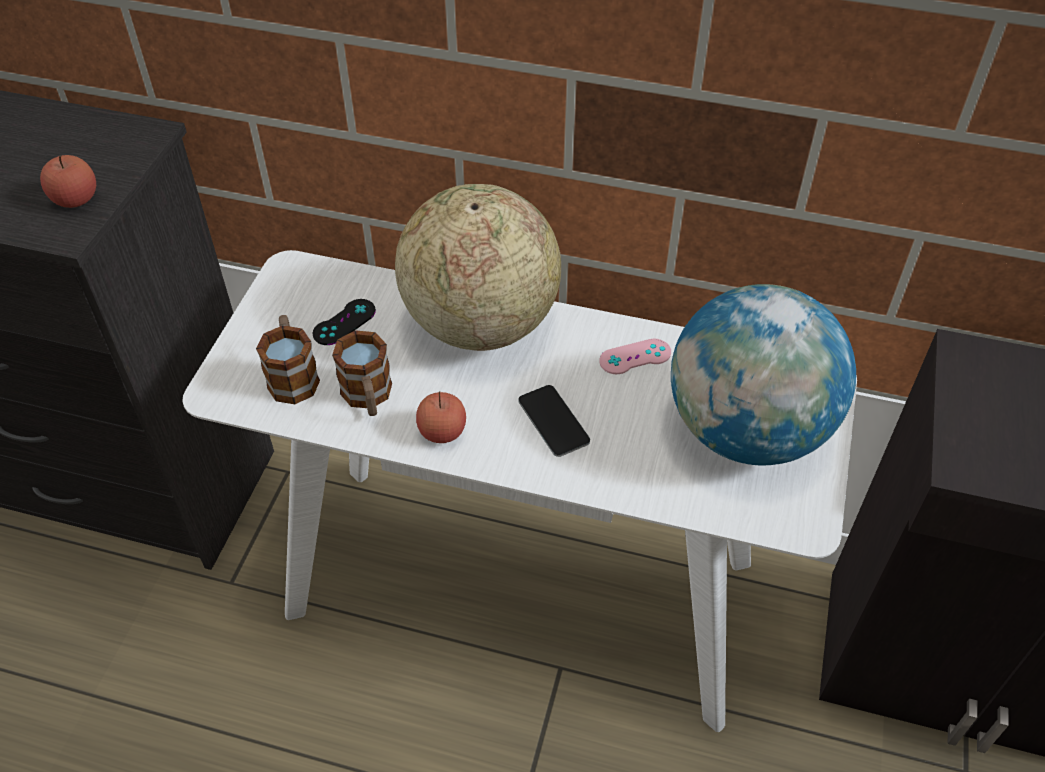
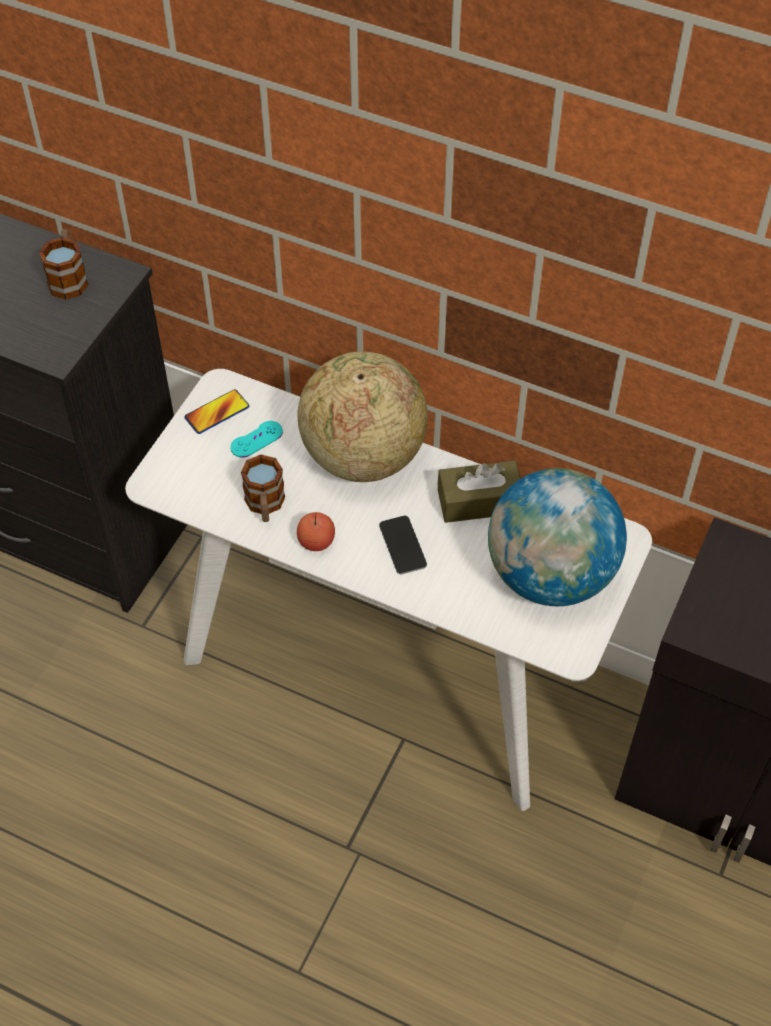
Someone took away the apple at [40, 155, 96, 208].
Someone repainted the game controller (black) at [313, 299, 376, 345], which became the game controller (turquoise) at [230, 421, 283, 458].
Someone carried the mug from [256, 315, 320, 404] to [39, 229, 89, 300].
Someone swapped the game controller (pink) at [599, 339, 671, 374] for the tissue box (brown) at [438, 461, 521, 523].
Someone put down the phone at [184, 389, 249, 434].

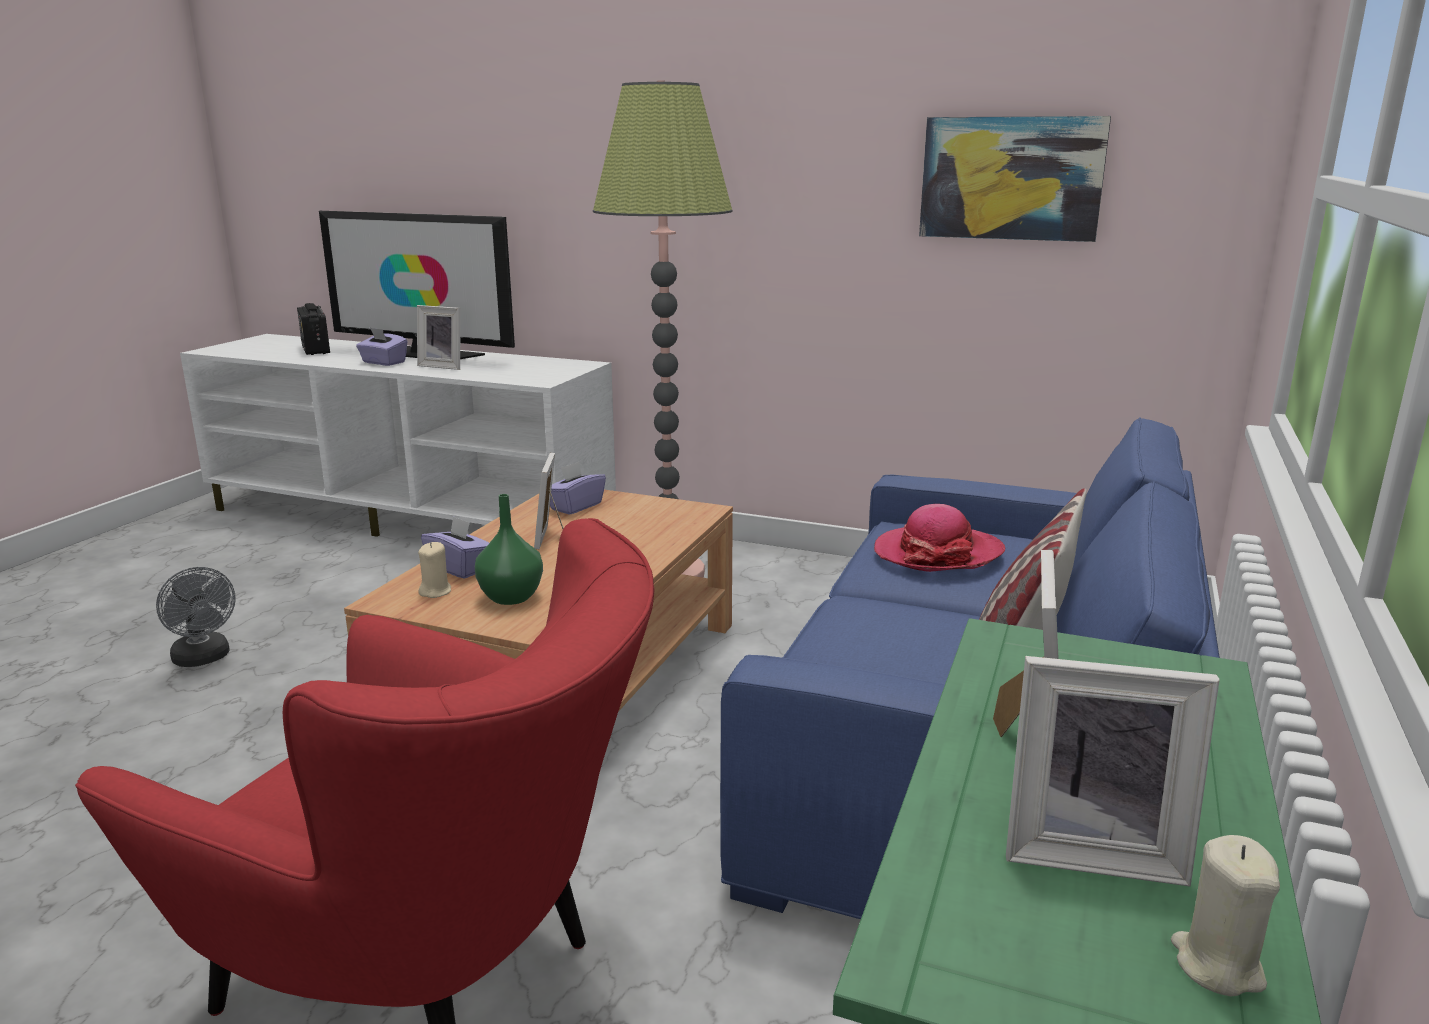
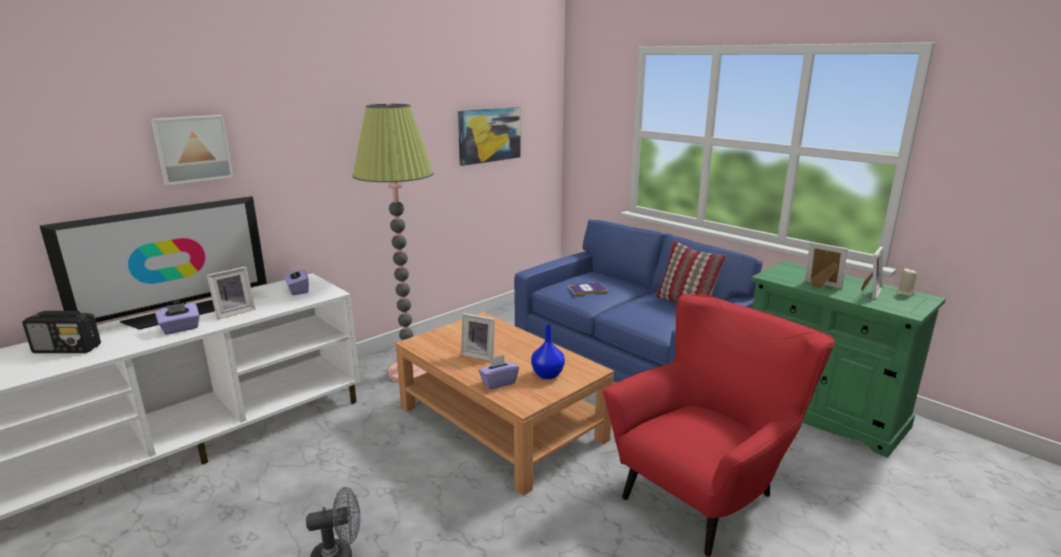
Someone carried the tissue box (purple) from [550, 461, 606, 515] to [284, 267, 309, 295].
Someone repainted the vase (green) at [475, 494, 543, 605], which became the vase (blue) at [531, 324, 565, 379].
Someone swapped the hat at [874, 504, 1005, 572] for the book at [568, 282, 608, 295].
Someone took away the candle (beige) at [418, 542, 451, 598].
Someone put up the picture at [151, 115, 234, 185].

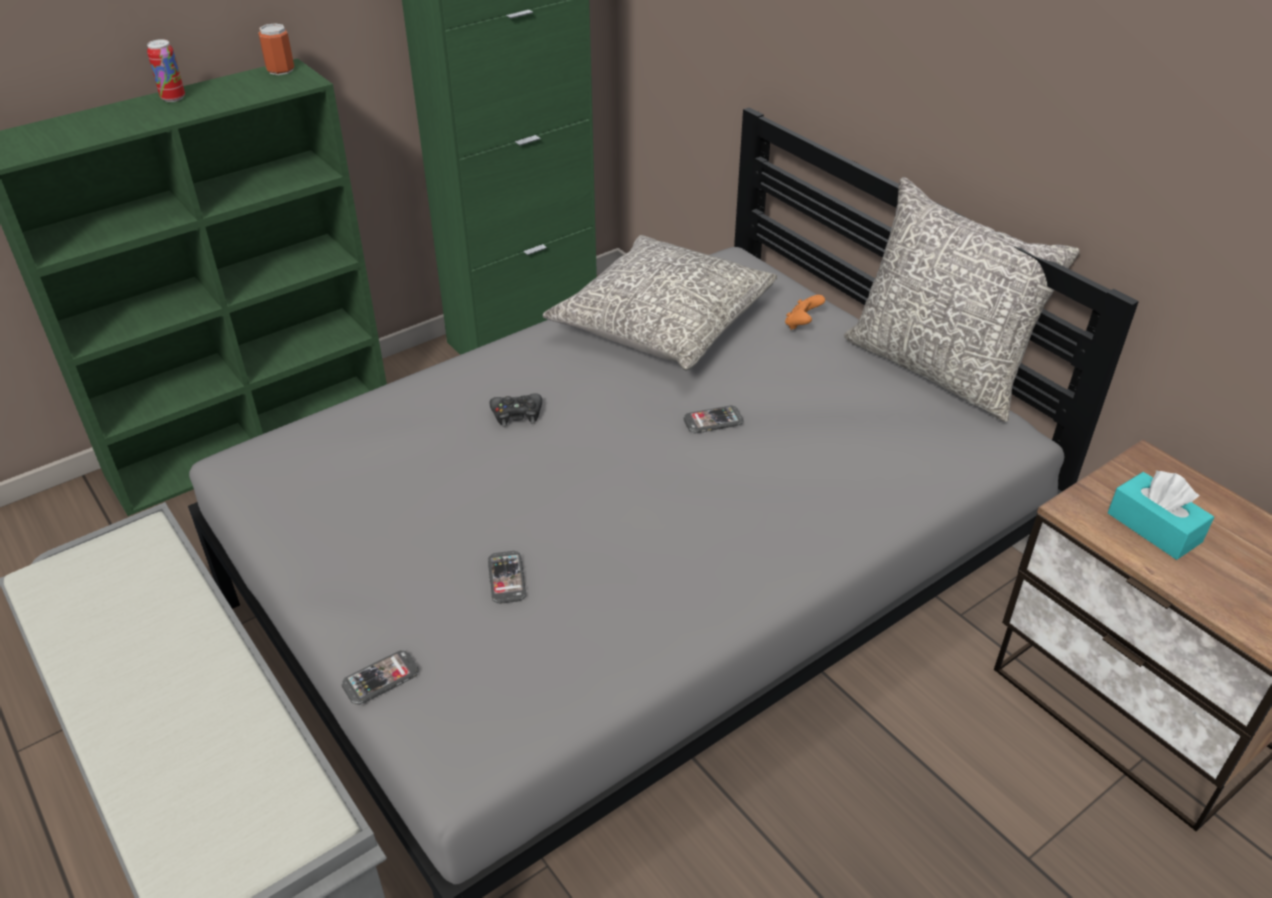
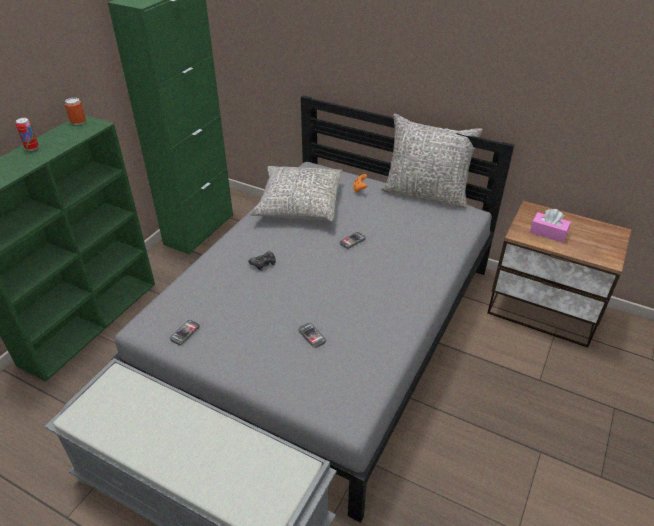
Someone repainted the tissue box (turquoise) at [1108, 470, 1214, 560], which became the tissue box (pink) at [530, 209, 571, 243].
Someone carried the phone from [342, 650, 419, 705] to [170, 320, 200, 345].

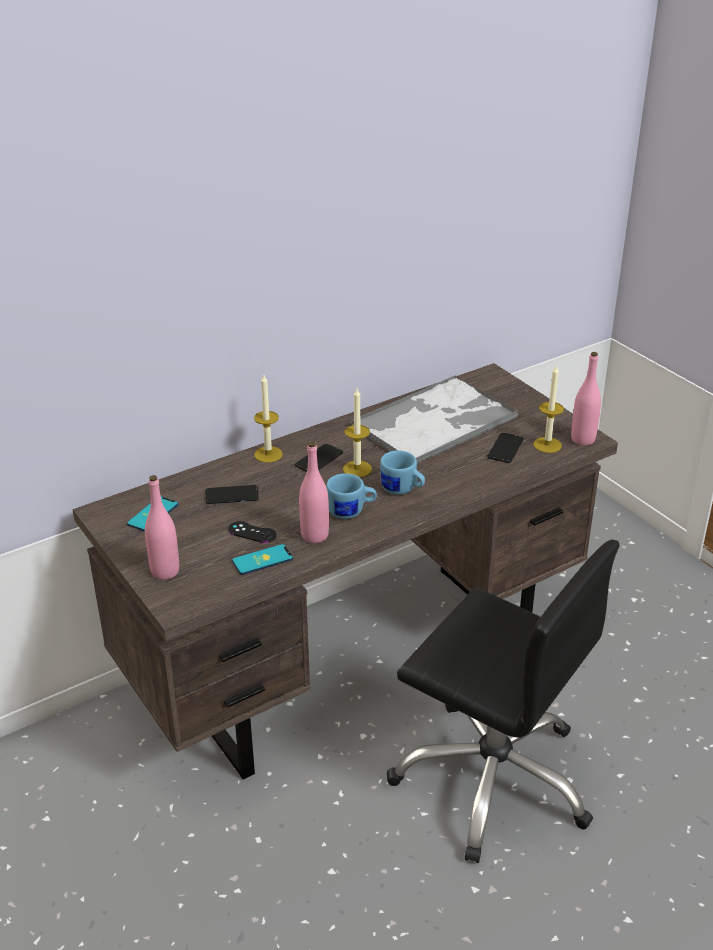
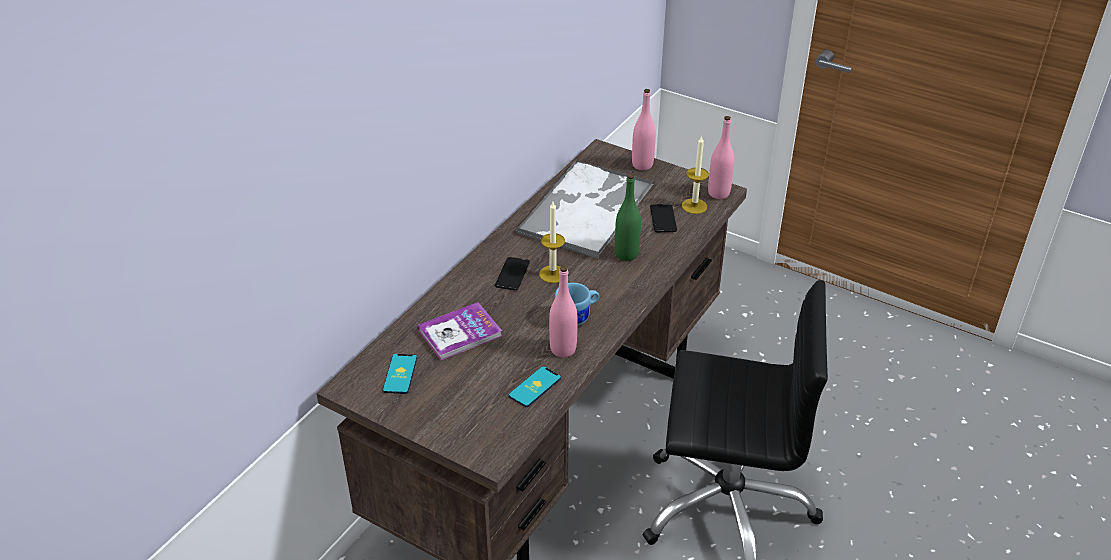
Someone took away the candle at [254, 375, 283, 463].
Someone took away the mug (blue) at [380, 450, 425, 495].
Someone carried the bottle (pink) from [145, 475, 179, 580] to [632, 89, 656, 170].
Someone swapped the phone at [206, 485, 259, 504] for the book at [417, 302, 502, 360].
Someone took away the game controller (black) at [228, 521, 276, 543].
Someone put down the bottle (green) at [615, 174, 641, 261].

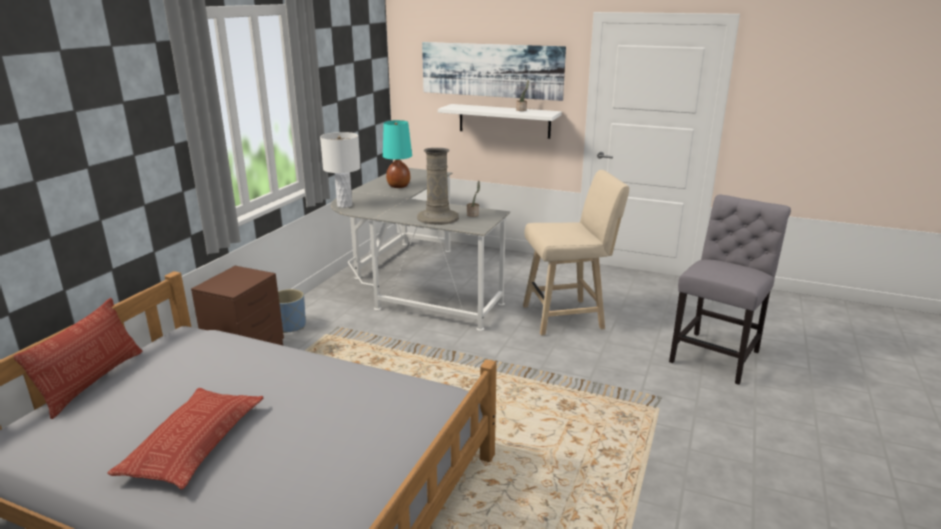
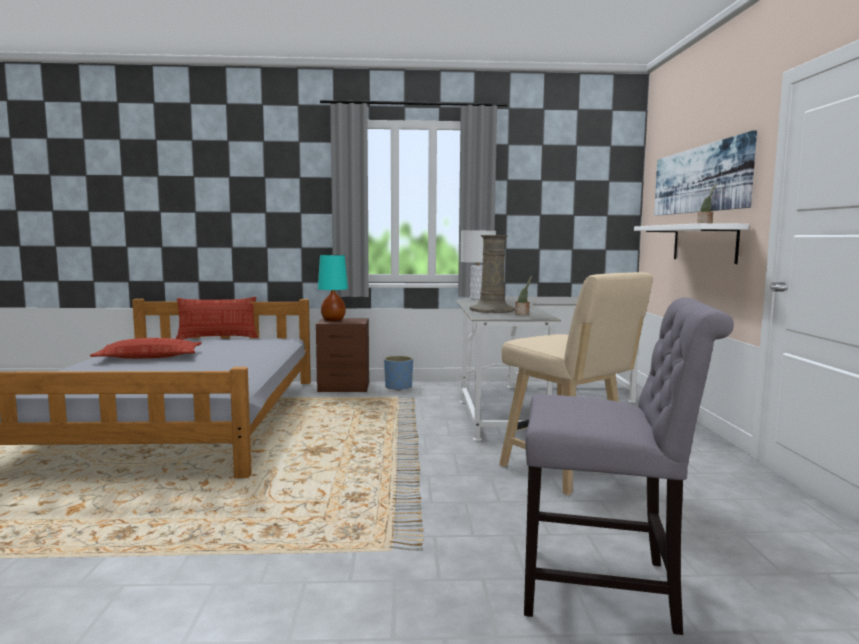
Someone carried the table lamp (turquoise) from [383, 120, 412, 188] to [318, 255, 348, 321].

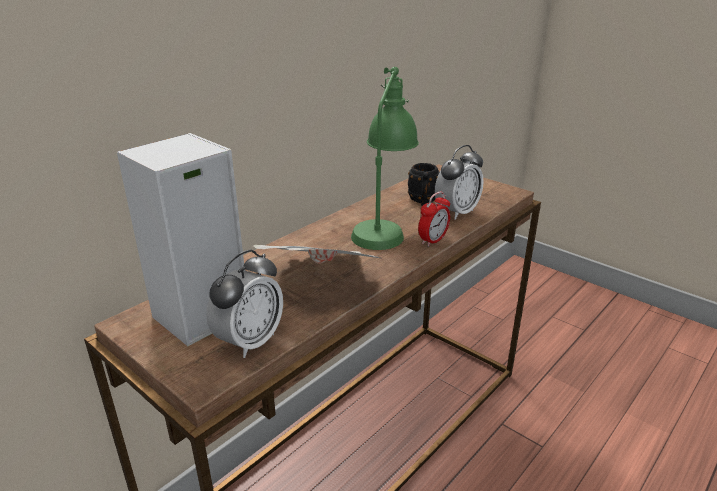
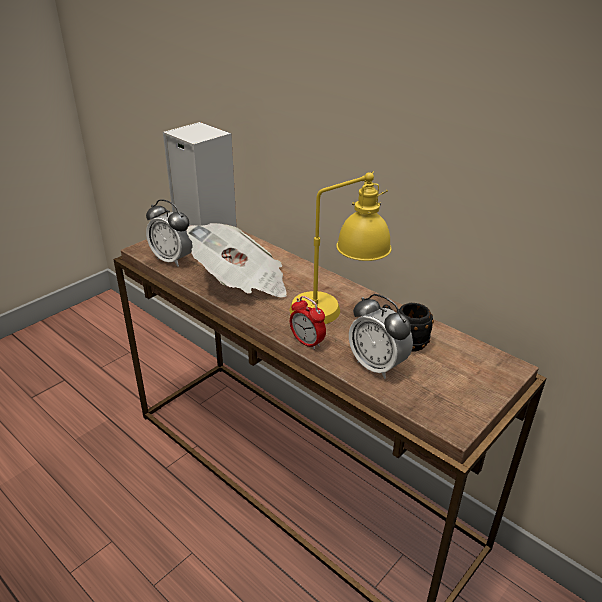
Someone repainted the table lamp (green) at [351, 67, 419, 250], which became the table lamp (yellow) at [290, 171, 392, 324].

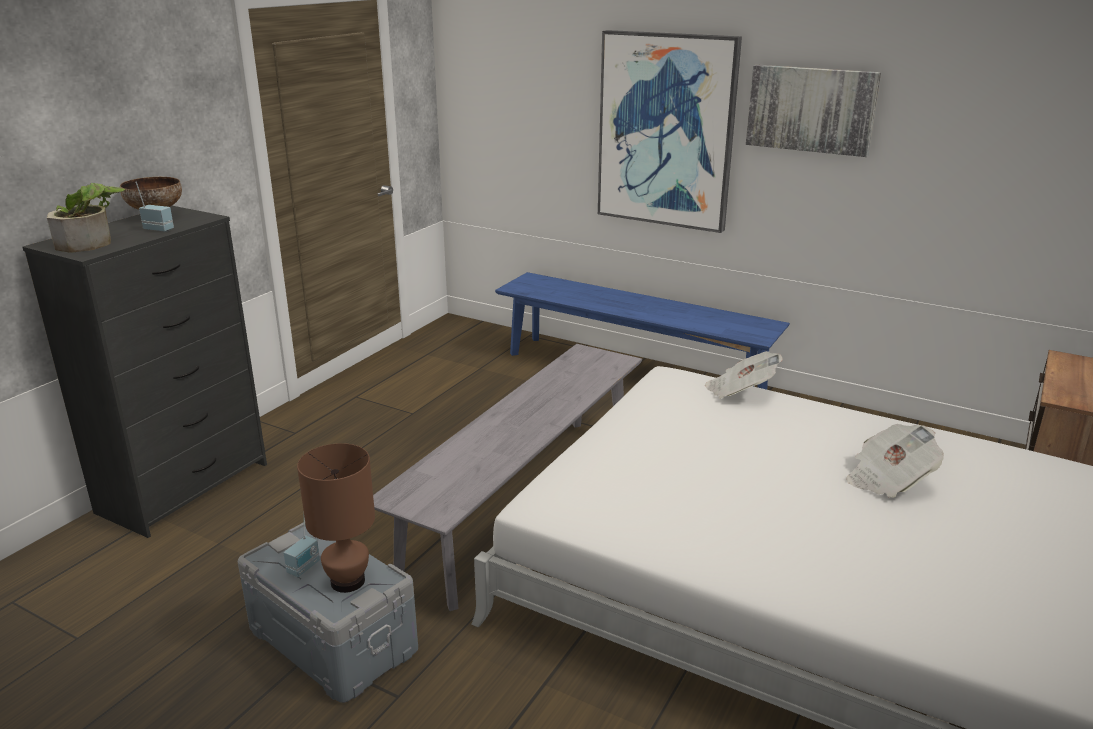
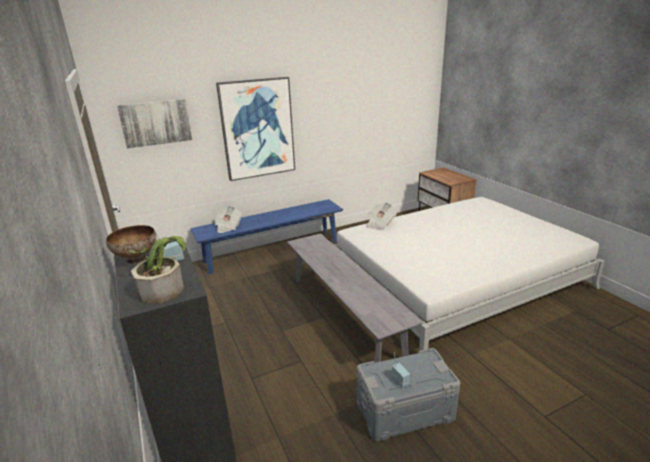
Someone carried the picture from [746, 65, 881, 157] to [117, 99, 192, 148].
Someone carried the newspaper from [846, 424, 944, 498] to [214, 206, 242, 233].
Someone took away the table lamp (brown) at [297, 443, 375, 593].

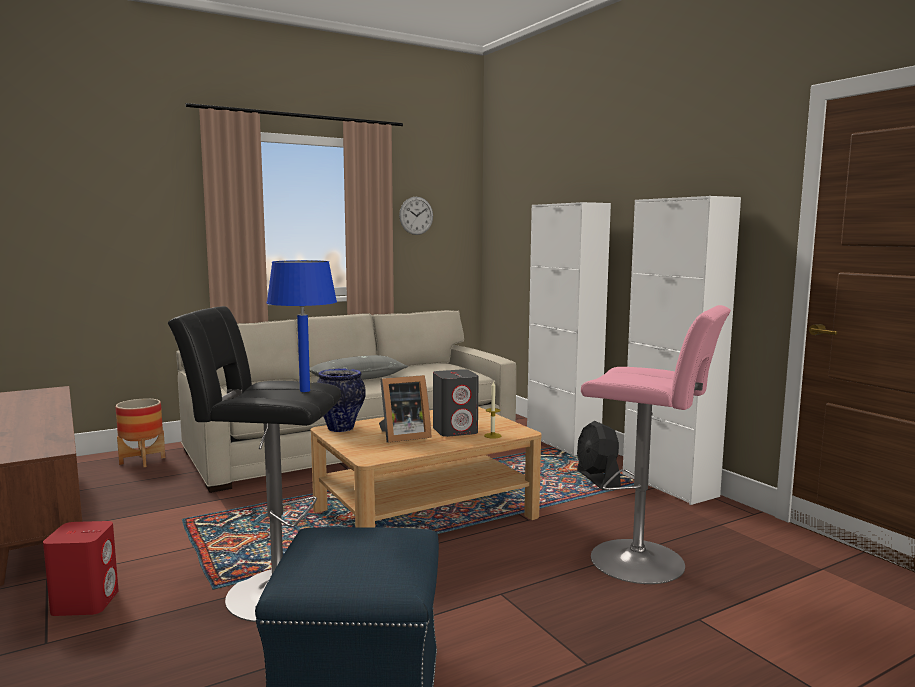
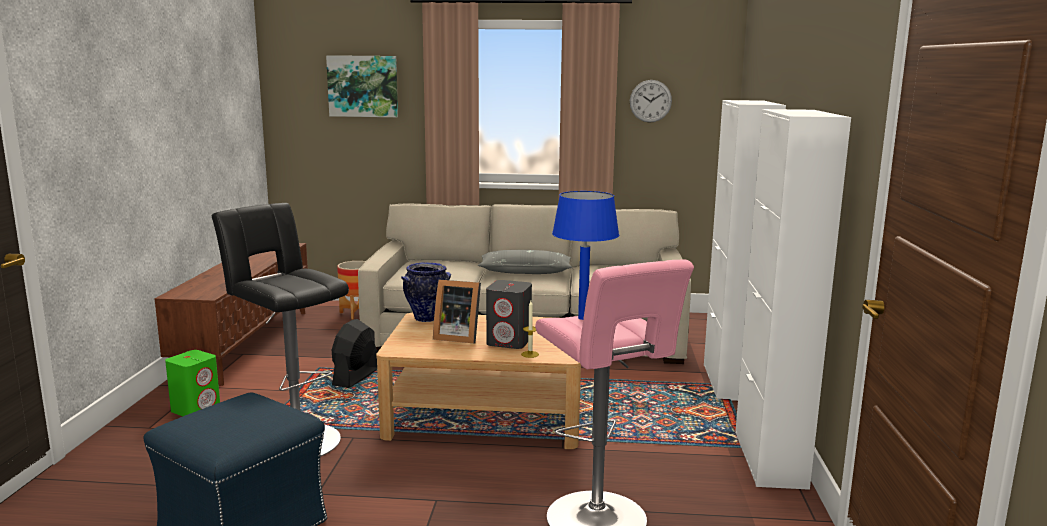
Someone carried the table lamp (blue) from [267, 260, 337, 392] to [552, 191, 619, 320].
Someone carried the fan (black) from [577, 421, 621, 490] to [332, 319, 378, 388].
Someone repainted the speaker (red) at [43, 521, 119, 616], which became the speaker (green) at [165, 350, 220, 416].
Someone put up the picture at [326, 55, 398, 117].

